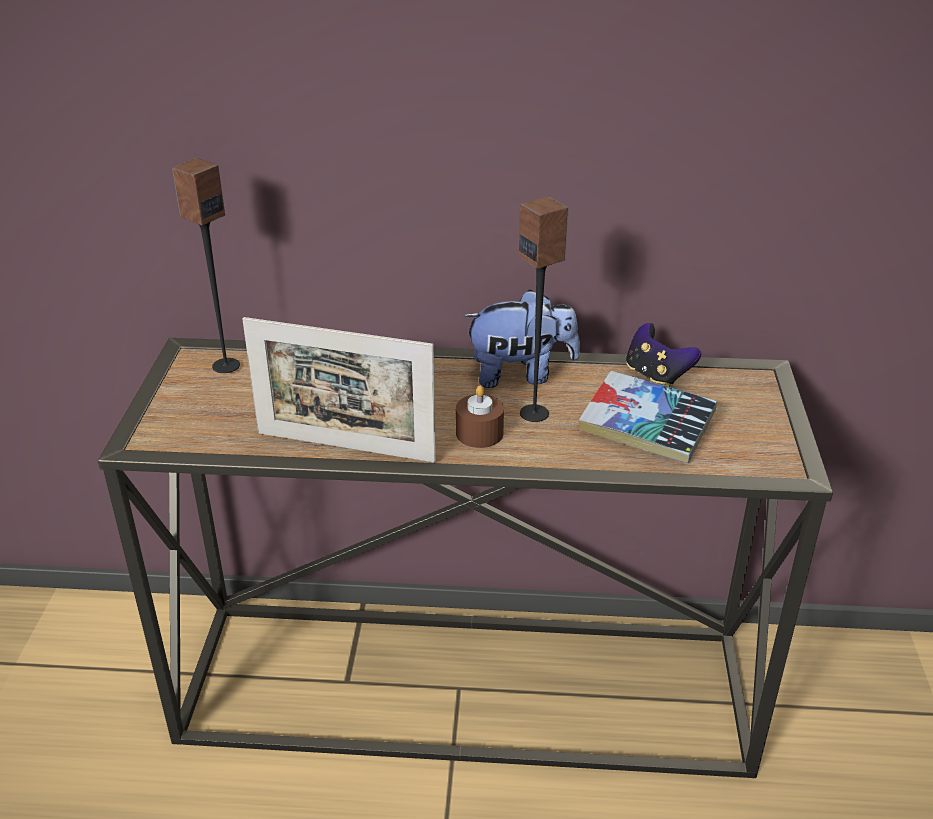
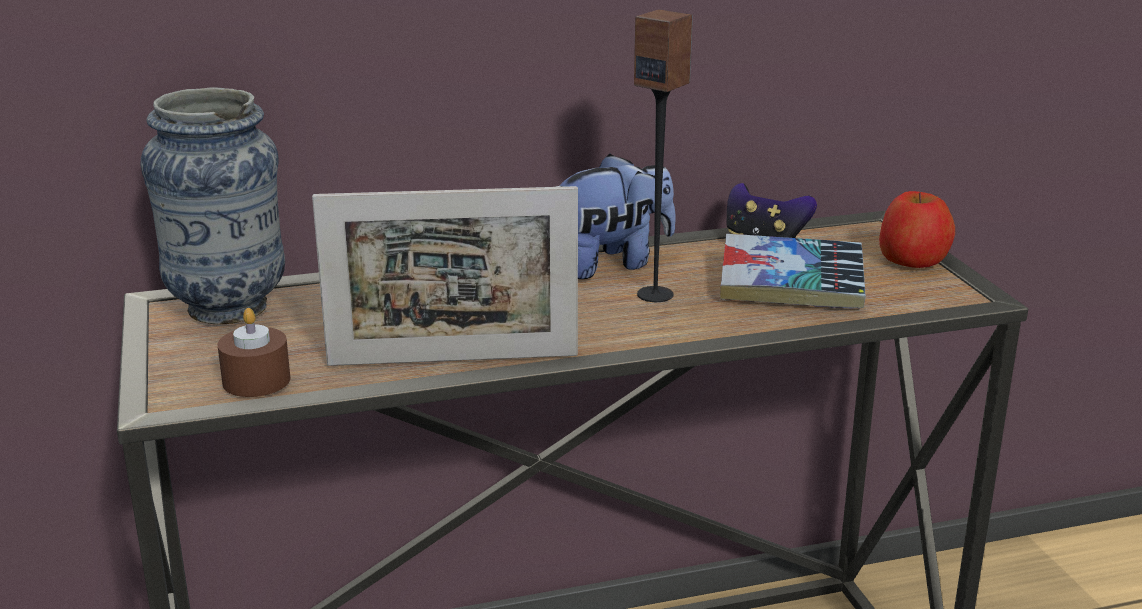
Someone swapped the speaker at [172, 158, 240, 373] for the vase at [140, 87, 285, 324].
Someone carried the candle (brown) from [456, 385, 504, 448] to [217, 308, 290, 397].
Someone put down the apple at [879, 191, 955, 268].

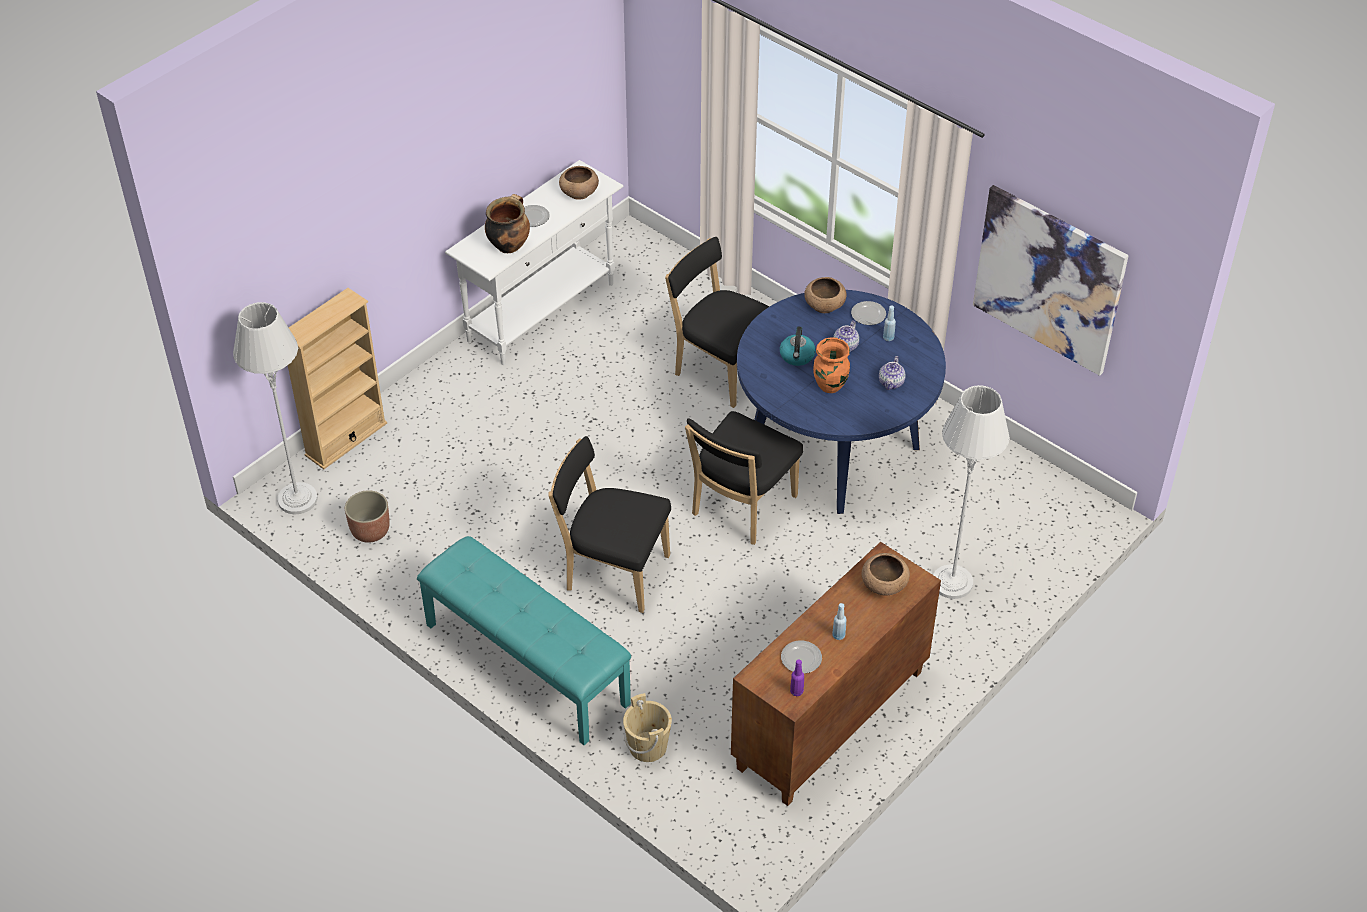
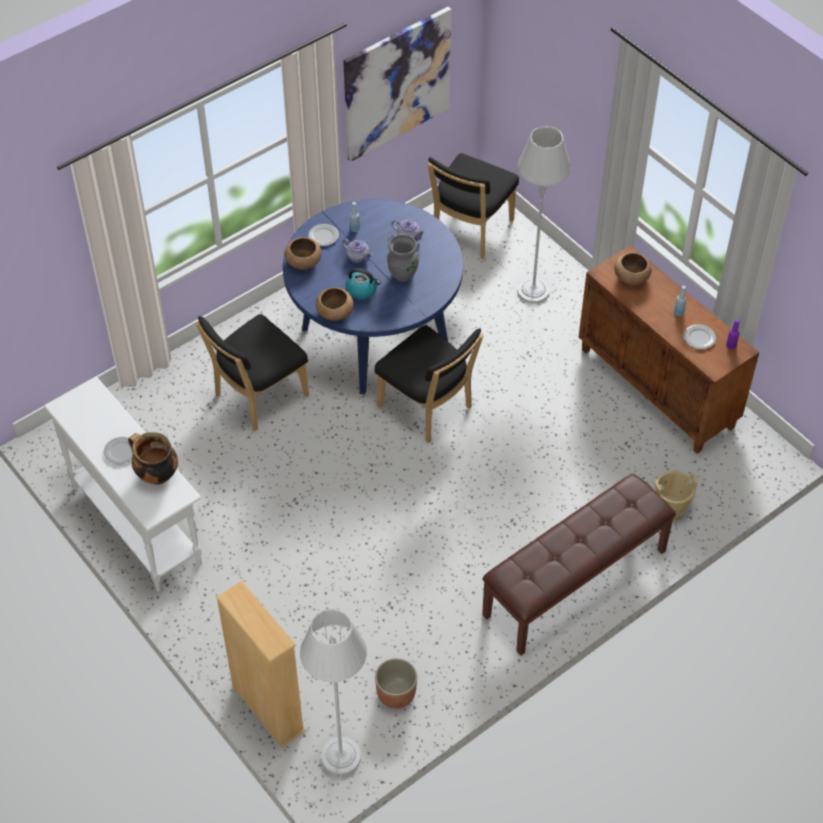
Someone carried the bowl (brown) from [559, 166, 599, 199] to [316, 287, 354, 321].
Someone repainted the vase (orange) at [813, 337, 850, 393], which became the vase (grey) at [387, 234, 419, 282].
Someone carried the chair (black) from [548, 436, 671, 613] to [427, 153, 519, 259].
Someone repainted the bench (turquoise) at [417, 536, 631, 745], which became the bench (brown) at [482, 474, 676, 656].

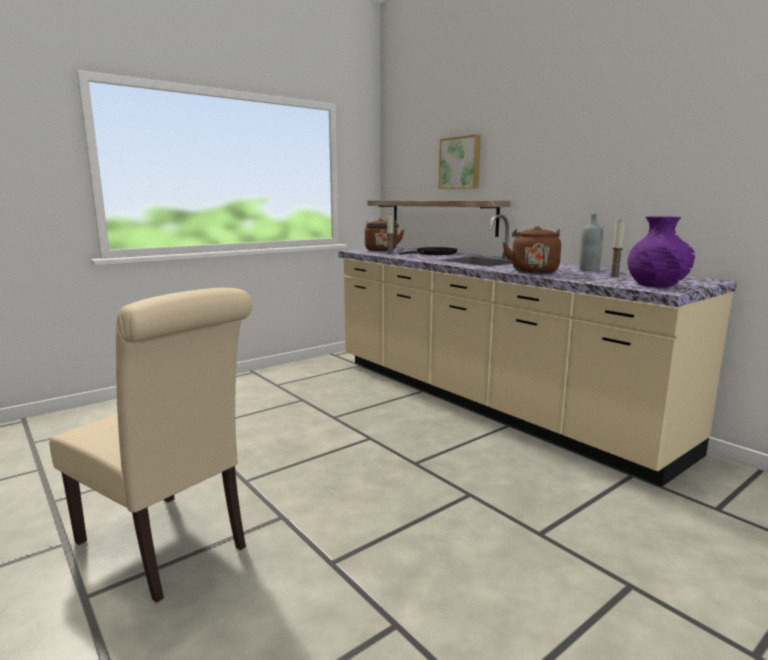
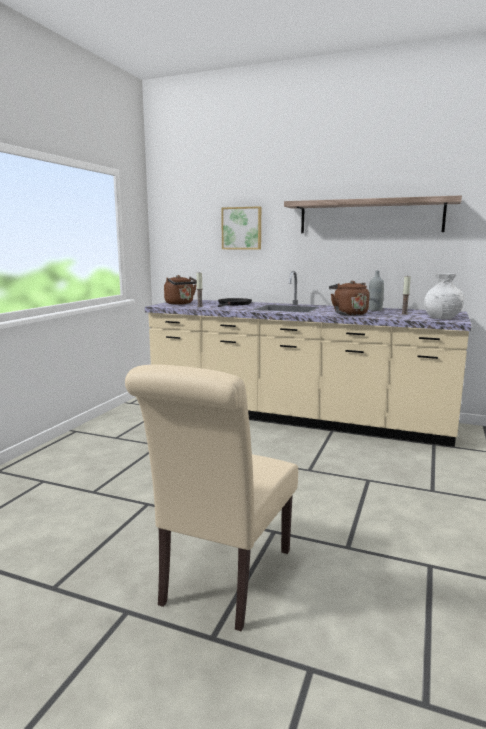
Someone carried the shelf from [368, 200, 511, 237] to [284, 195, 462, 233].
Someone repainted the vase (purple) at [627, 216, 695, 288], which became the vase (white) at [424, 273, 464, 319].
Someone rotated the chair (beige) at [49, 288, 252, 603] by 105 degrees clockwise.

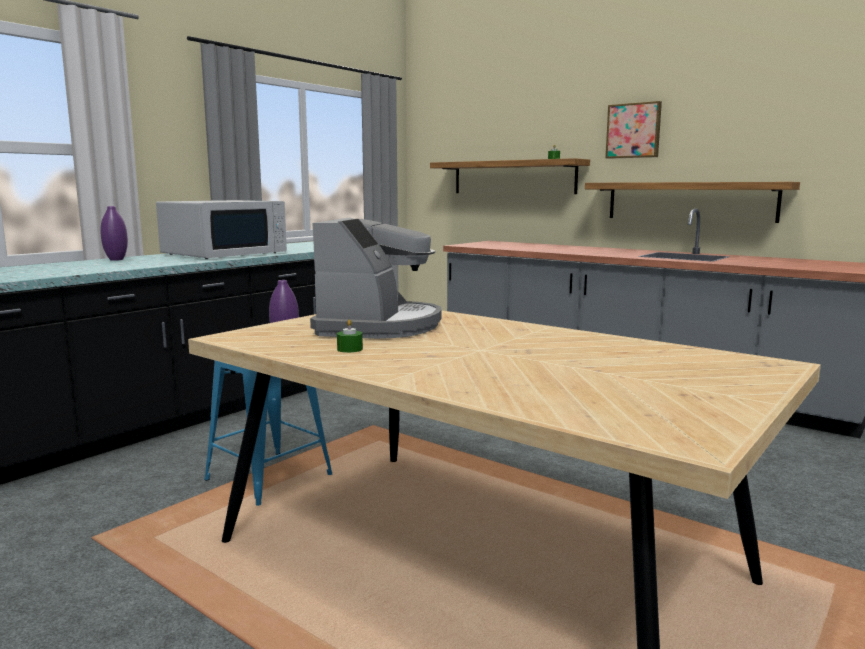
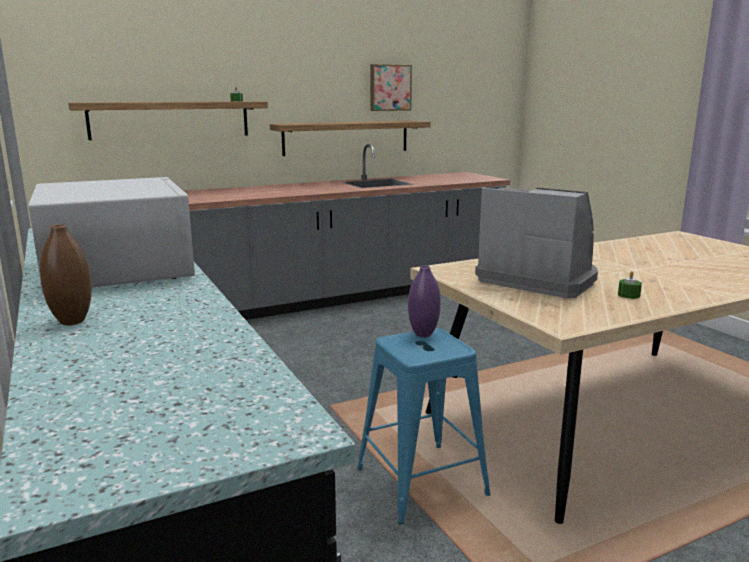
Someone carried the picture from [605, 101, 662, 159] to [370, 64, 412, 111].
Someone repainted the vase (purple) at [100, 206, 128, 261], which became the vase (brown) at [40, 224, 92, 325].

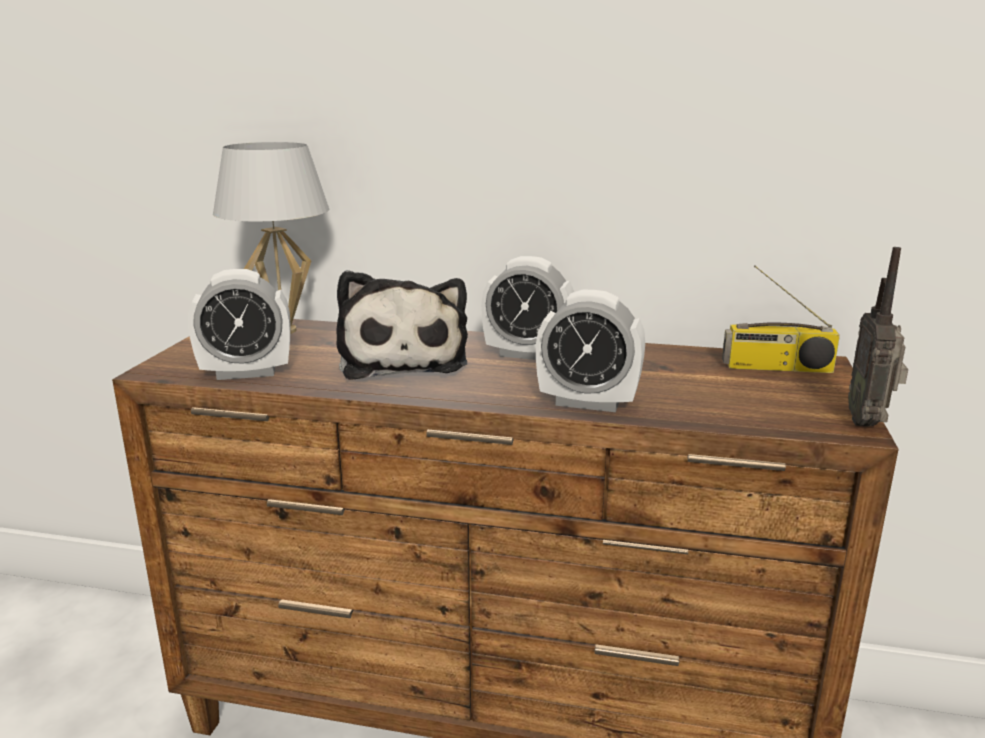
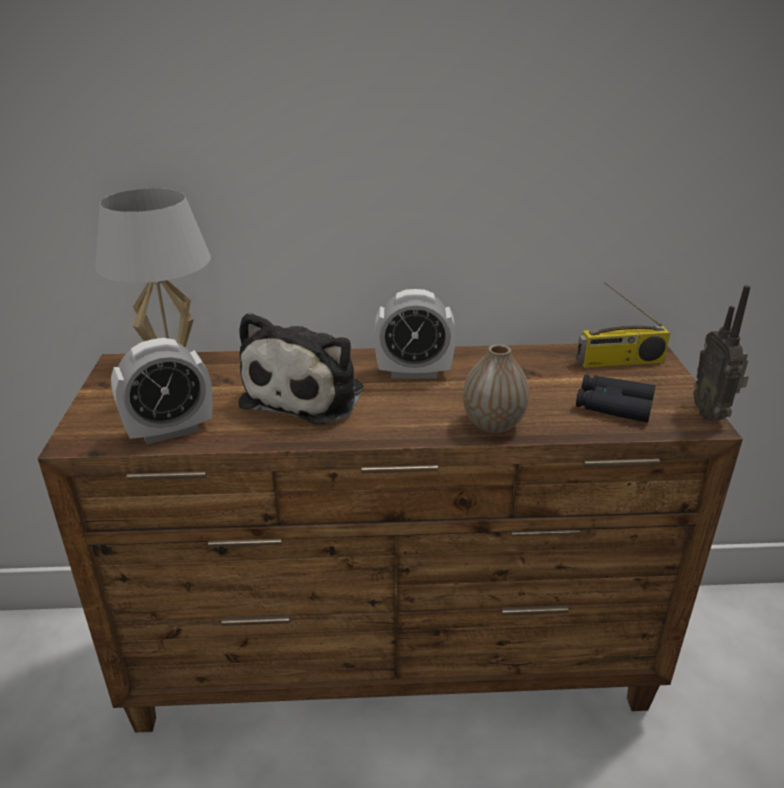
Someone rotated the plush toy at [336, 270, 468, 380] by 45 degrees clockwise.
Someone swapped the alarm clock at [536, 290, 645, 412] for the vase at [463, 344, 529, 433].
Someone put down the binoculars (black) at [576, 374, 656, 423].

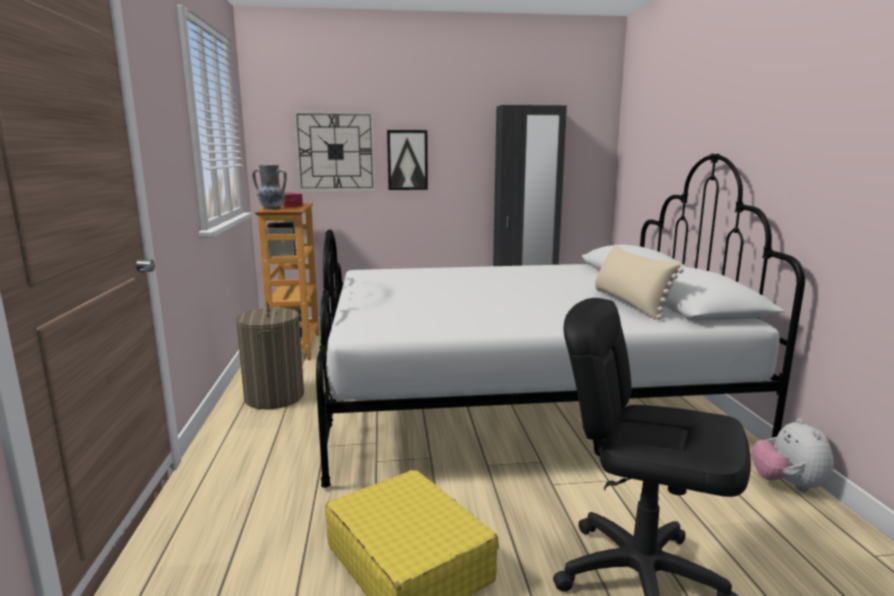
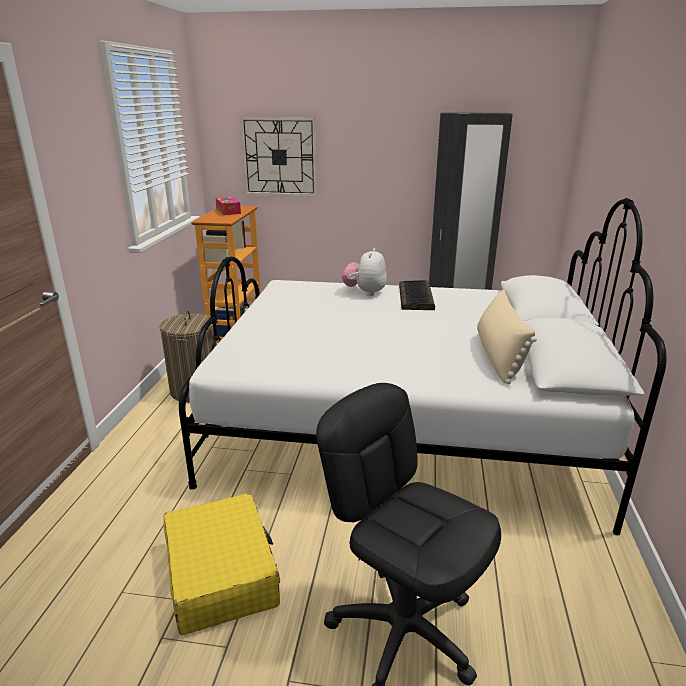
Someone took away the picture at [387, 130, 428, 190].
Someone took away the vase at [252, 164, 287, 210].
Someone carried the plush toy from [751, 418, 834, 492] to [342, 248, 387, 296].
Someone put down the keyboard at [399, 280, 435, 310].

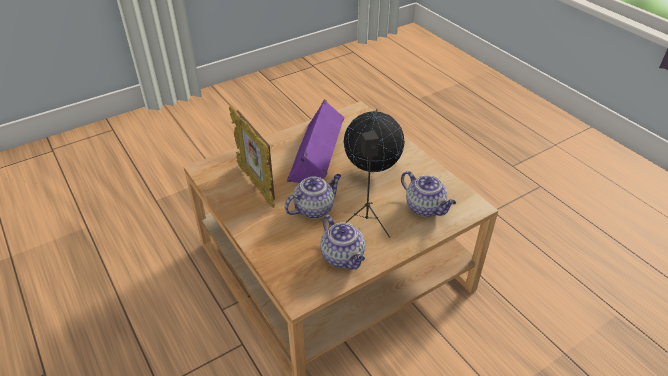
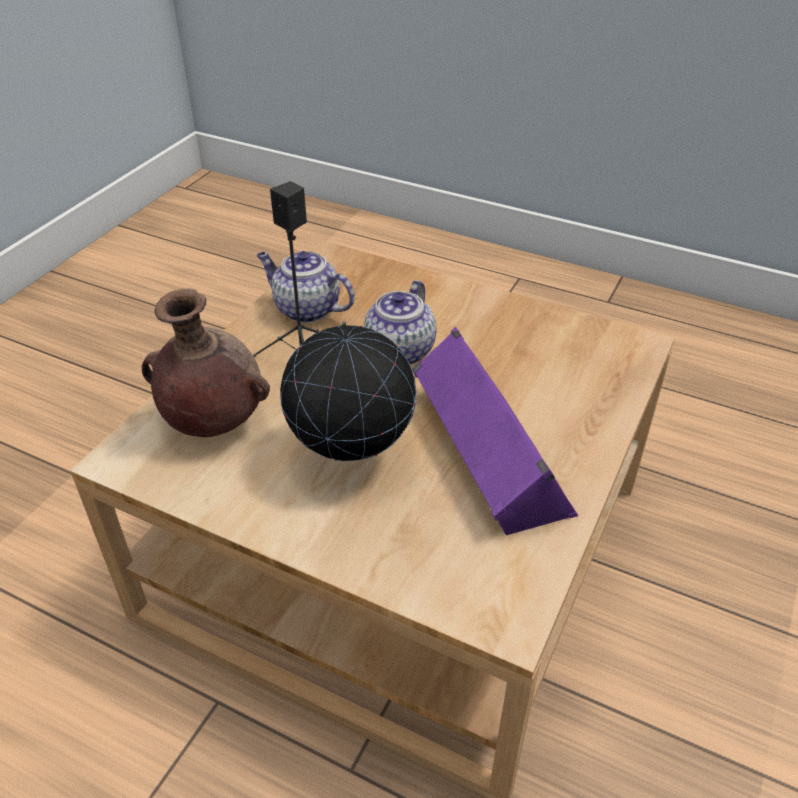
Someone took away the picture frame at [229, 105, 275, 208].
Someone swapped the teapot at [401, 171, 456, 217] for the vase (brown) at [142, 288, 270, 437].

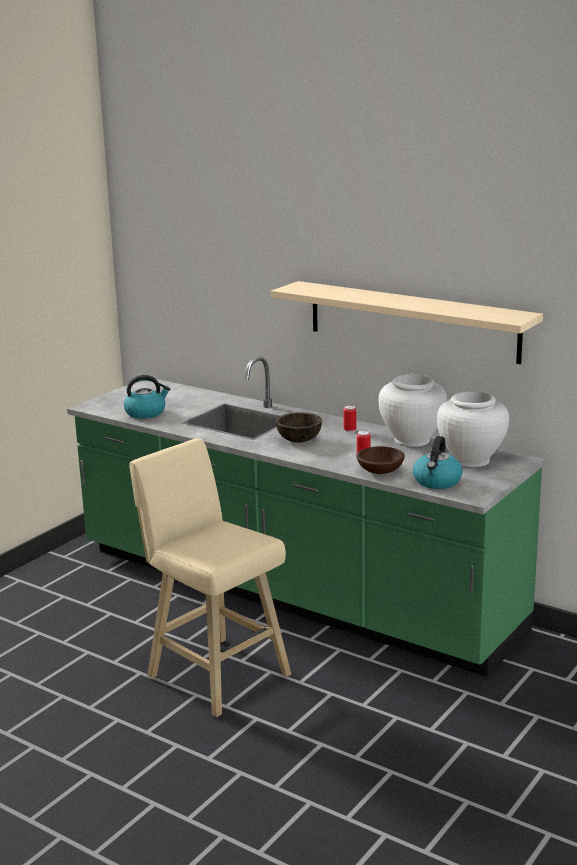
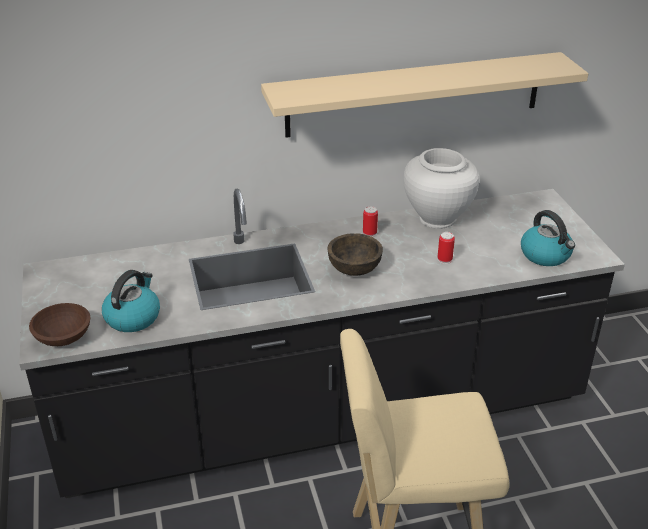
Someone repainted the counter (green) at [67, 356, 545, 677], which became the counter (black) at [19, 189, 625, 498].
Someone took away the vase (white) at [437, 391, 509, 467].
Someone carried the bowl (brown) from [356, 446, 405, 474] to [29, 303, 90, 346].

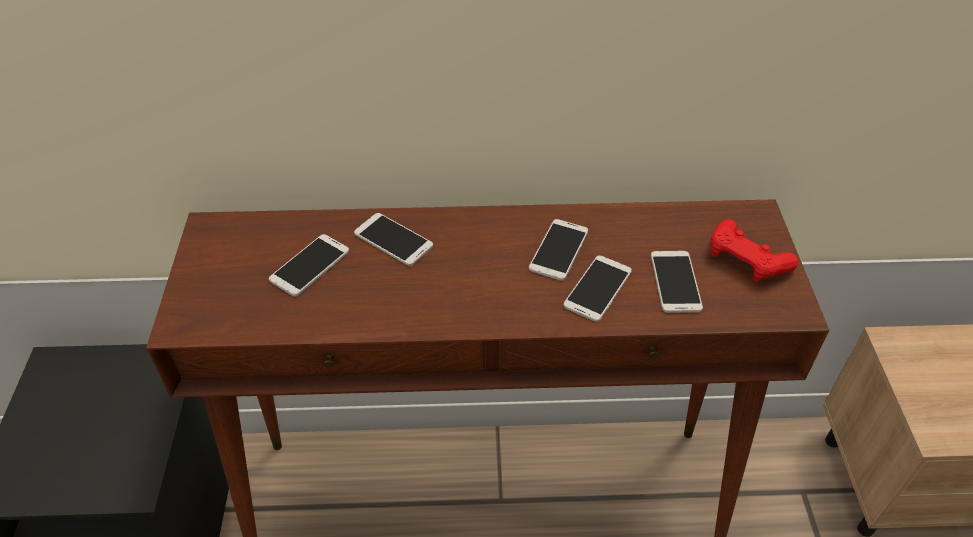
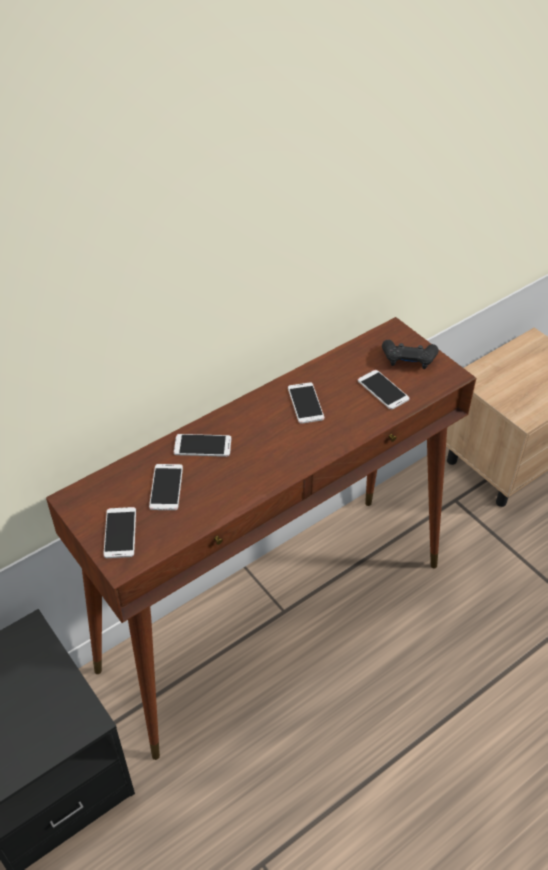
Someone repainted the game controller (red) at [710, 219, 798, 282], which became the game controller (black) at [382, 340, 439, 369].
Someone carried the phone from [563, 255, 632, 322] to [103, 507, 136, 558].

